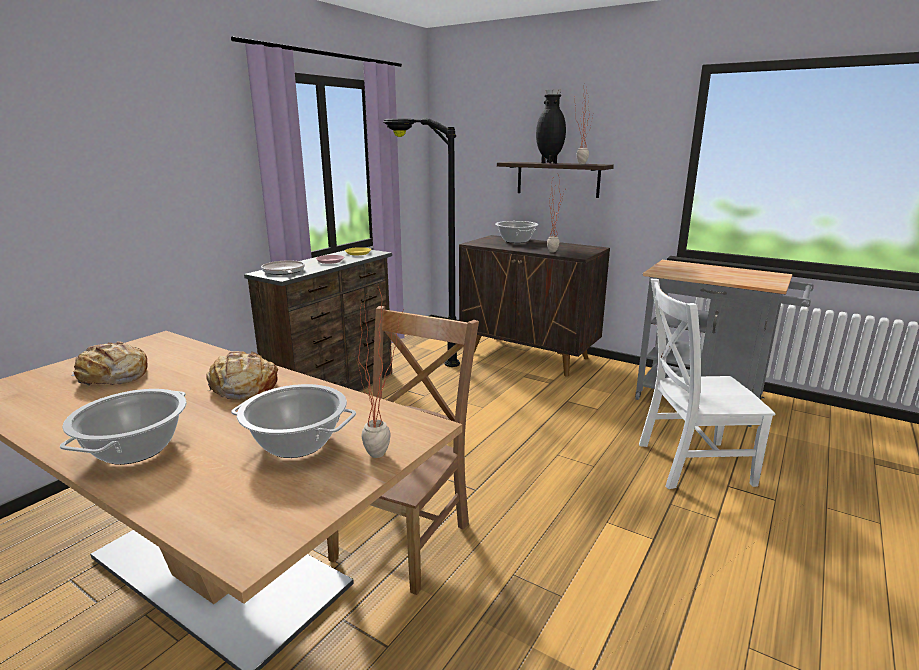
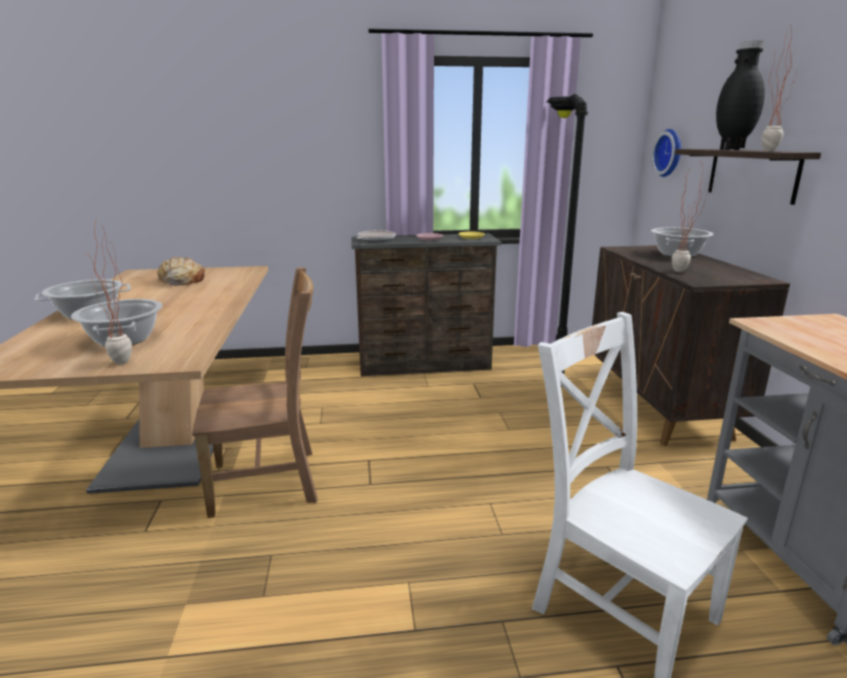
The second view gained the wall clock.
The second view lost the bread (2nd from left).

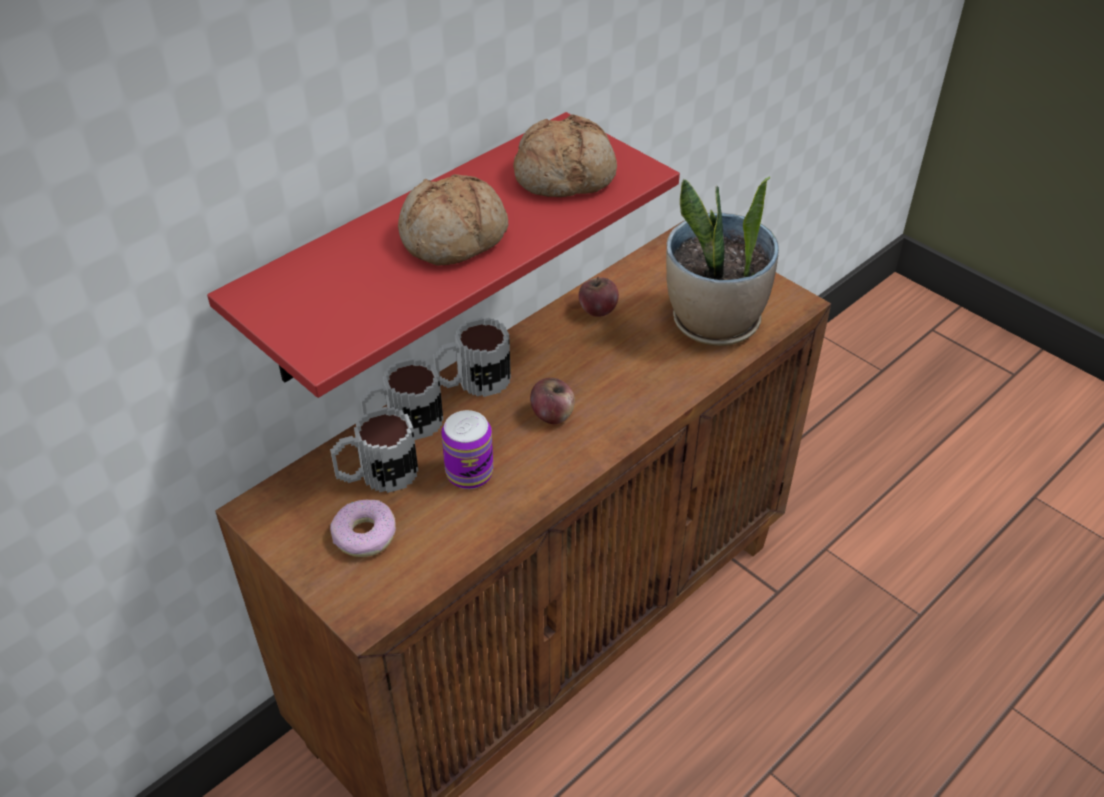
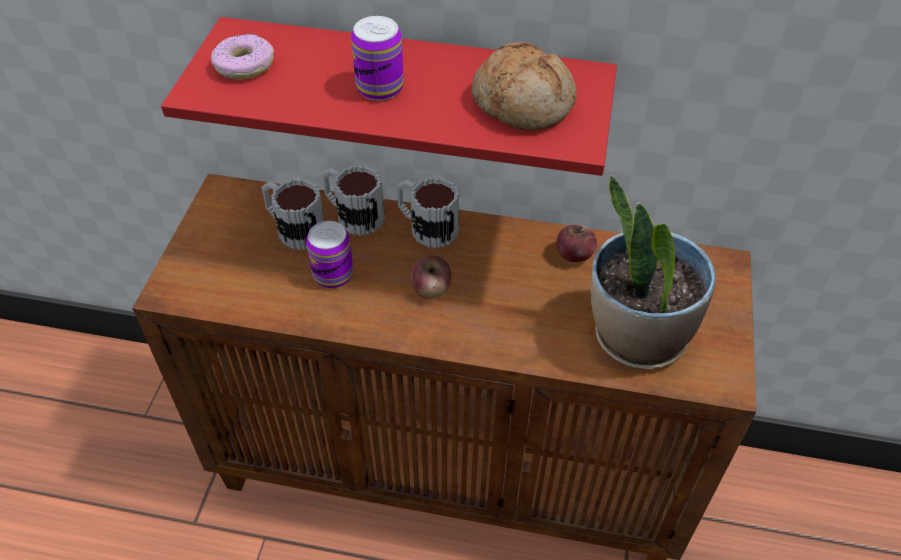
The donut ended up elsewhere.
Where the bread (1st from left) stood, the can (2nd from left) came to stand.

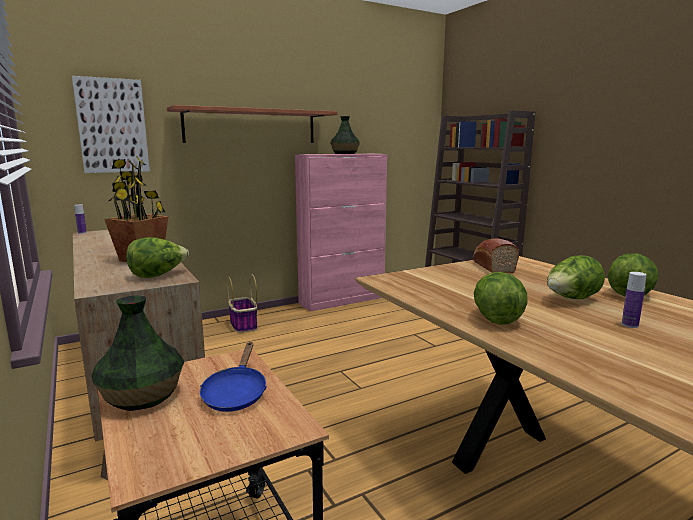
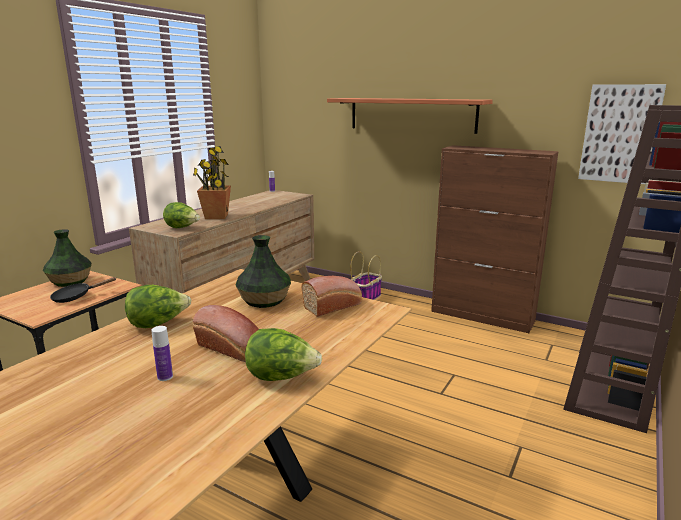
What was the frying pan in blue turned into the frying pan in black.
Where the lettuce (3rd from left) stood, the bread (1st from left) came to stand.
The vase (2nd from left) ended up elsewhere.
What was the cabinet in pink turned into the cabinet in brown.
The picture ended up elsewhere.

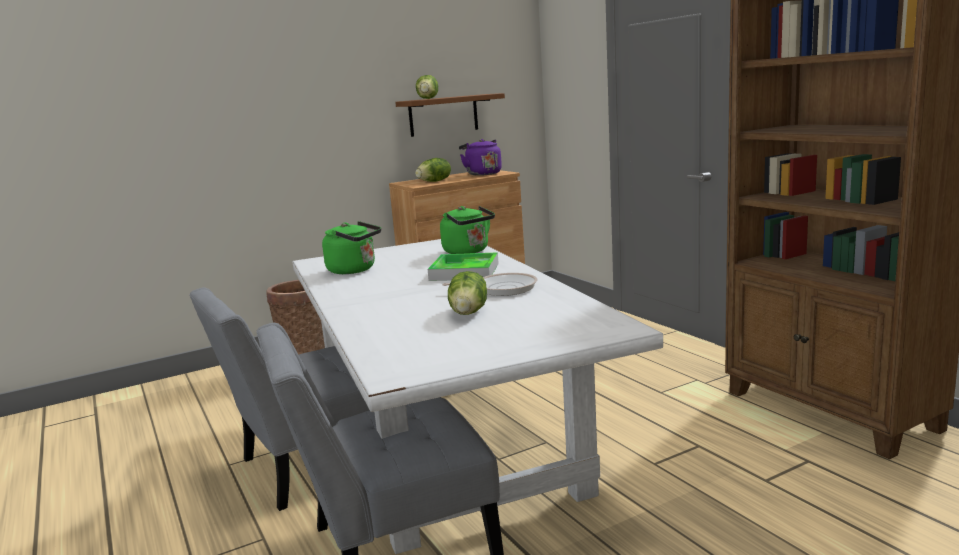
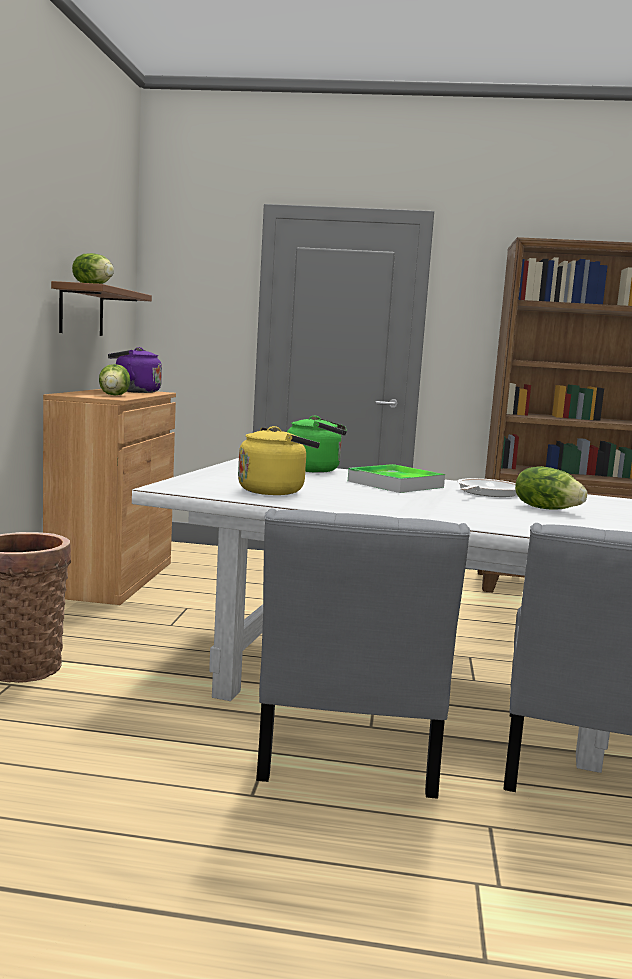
What was the kettle in green (1st from left) turned into the kettle in yellow.

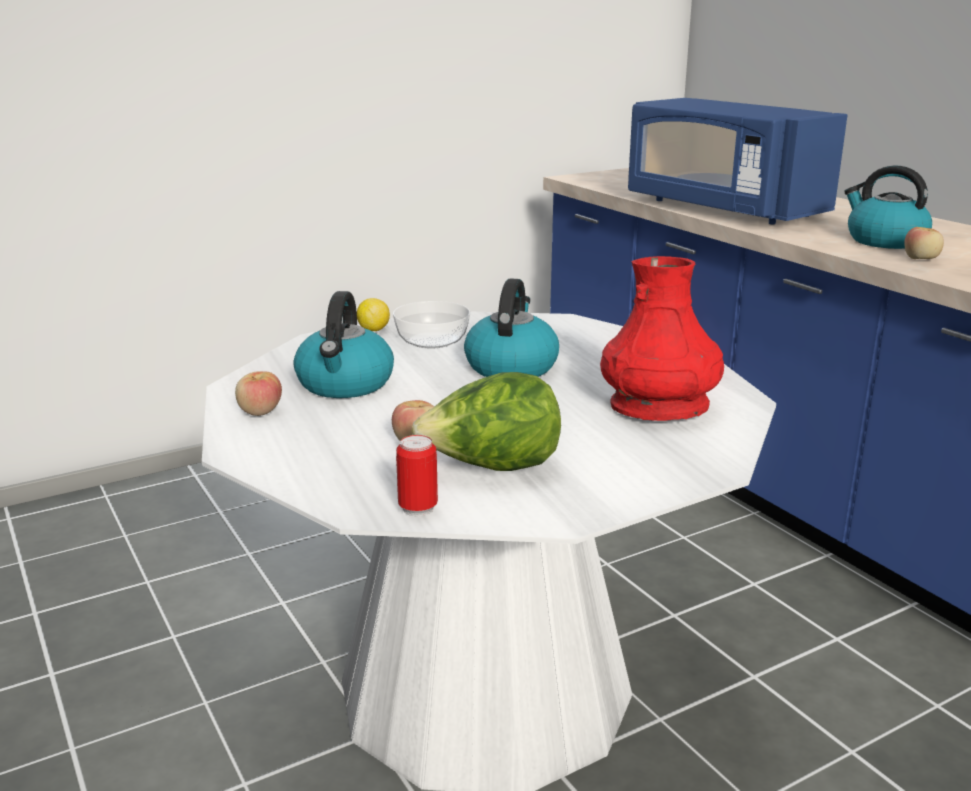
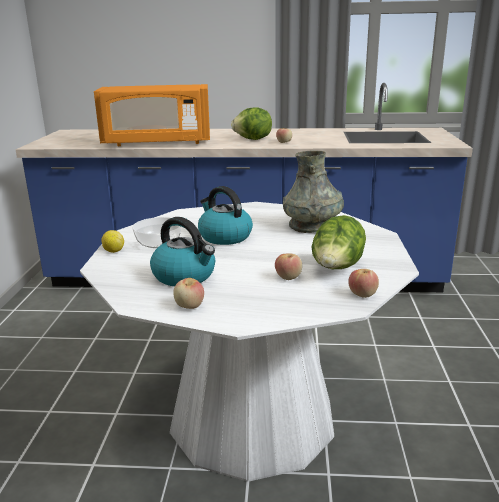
What was the microwave in blue turned into the microwave in orange.
Where the kettle (3rd from left) stood, the lettuce (1st from left) came to stand.
What was the vase in red turned into the vase in grey.
Where the can stood, the apple (4th from left) came to stand.

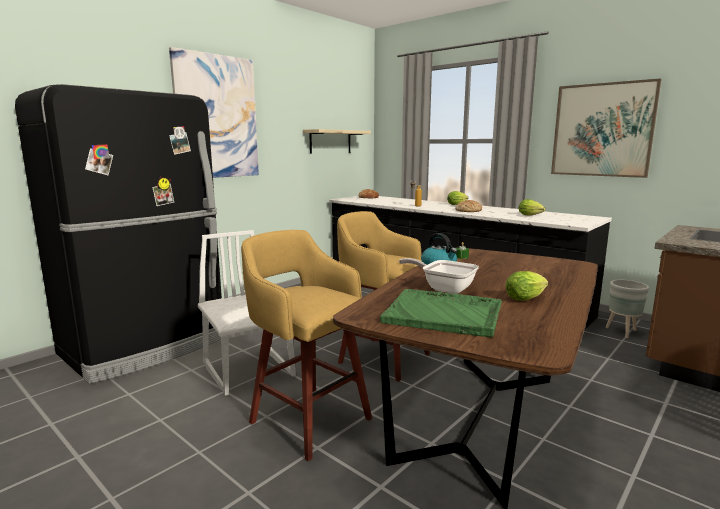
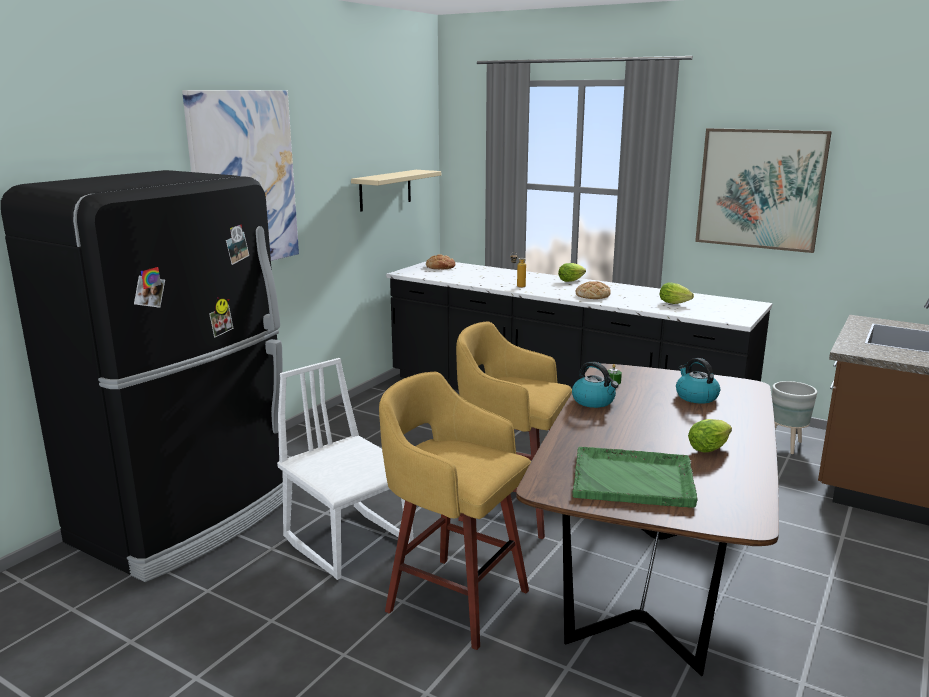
The second view gained the kettle (2nd from left).
The second view lost the frying pan.

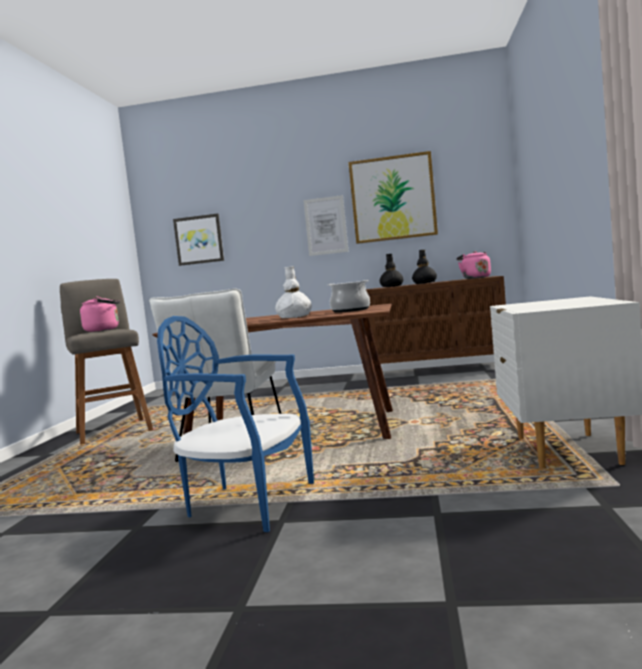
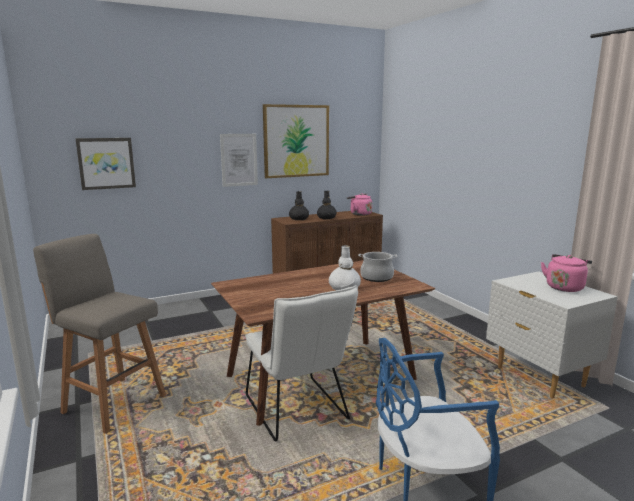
The kettle in pink (1st from left in the first image) ended up elsewhere.

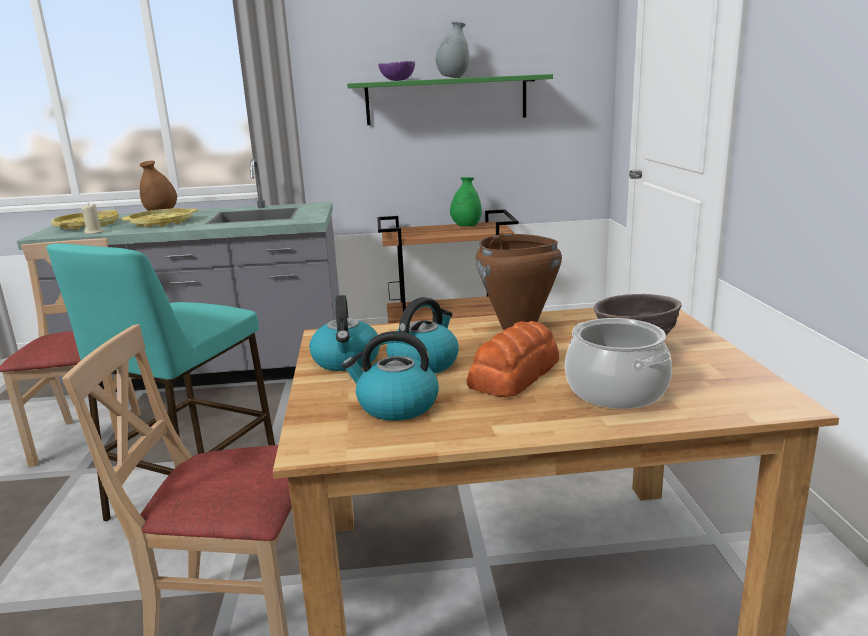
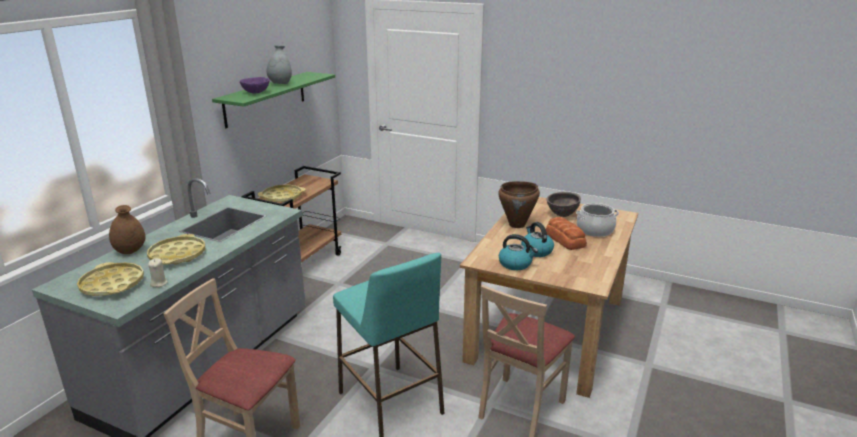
The second view gained the tray in yellow (3rd from left).
The second view lost the kettle (2nd from left).
The second view lost the vase in green.

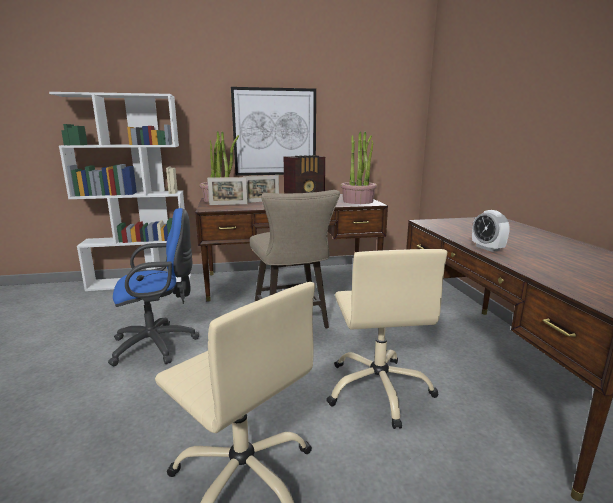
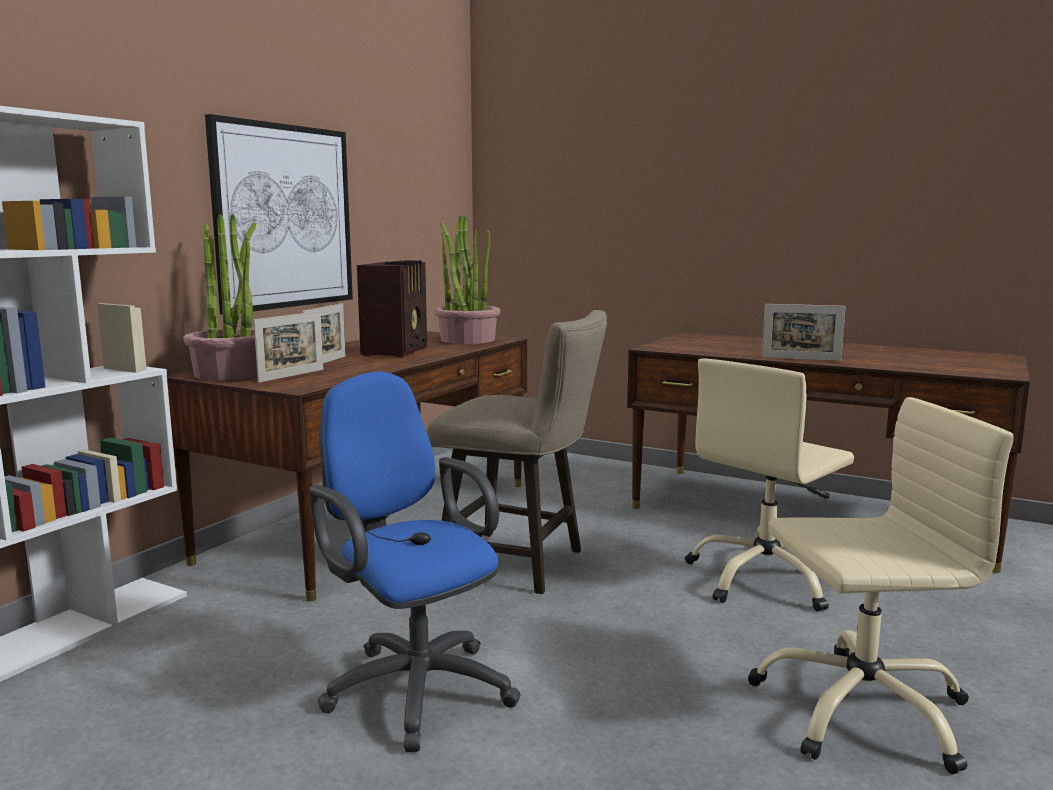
The office chair in blue ended up facing another way, 60 degrees counterclockwise from before.
The office chair in beige (2nd from left in the first image) ended up facing another way, 105 degrees clockwise from before.
Where the alarm clock stood, the picture frame (3rd from left) came to stand.

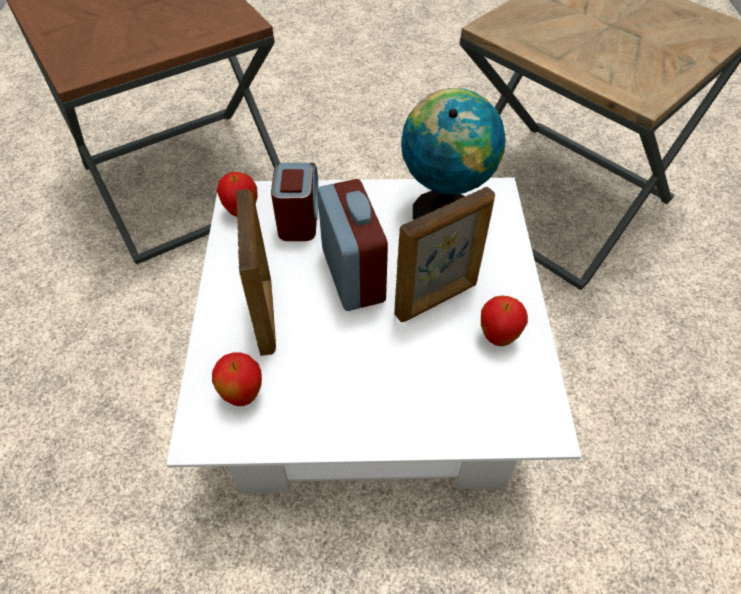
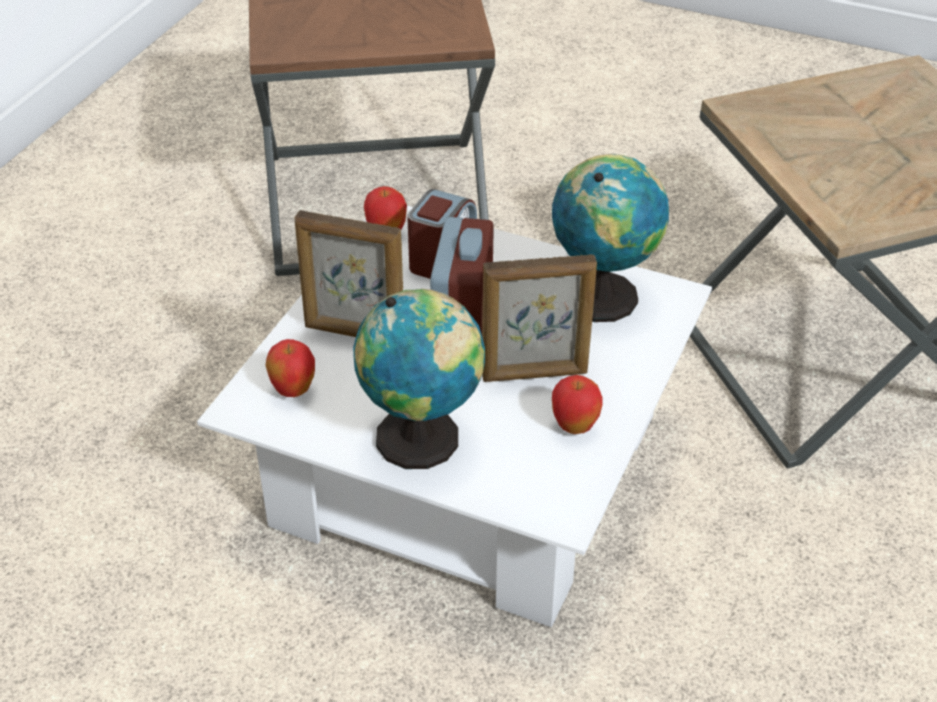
The picture frame (1st from left) ended up facing another way, 90 degrees clockwise from before.
The second view gained the globe (1st from left).

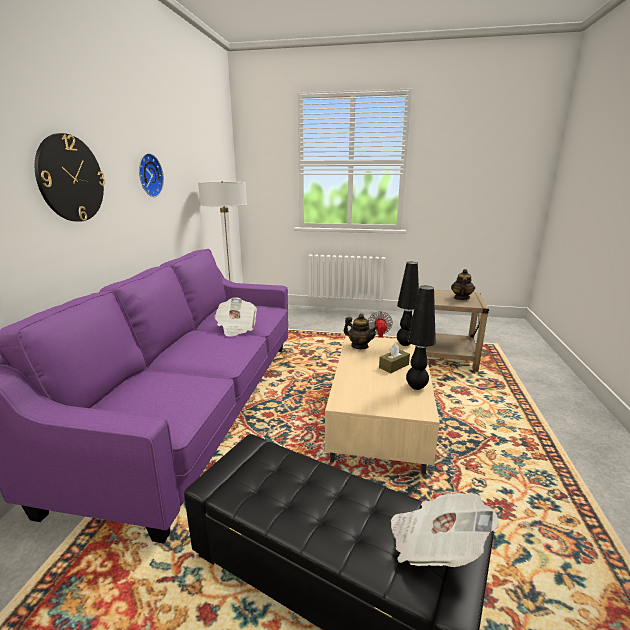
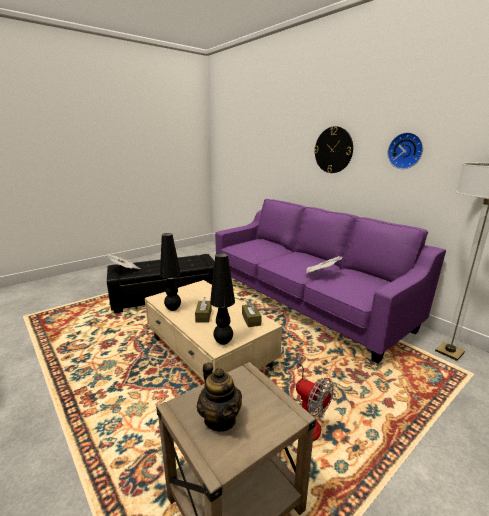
Where the teapot (1st from left) stood, the tissue box in brown (2nd from left) came to stand.

